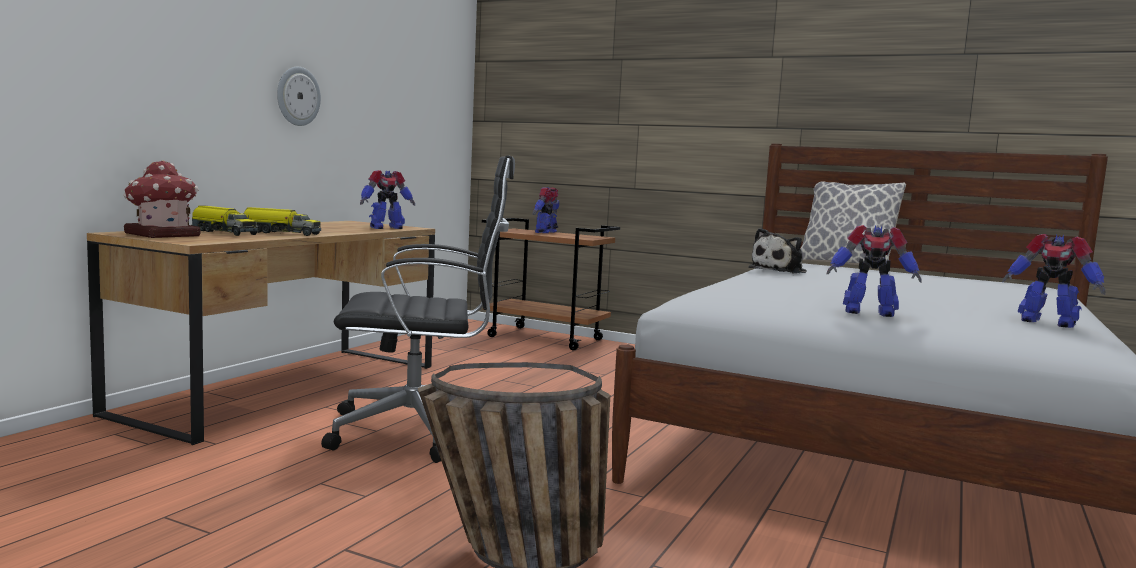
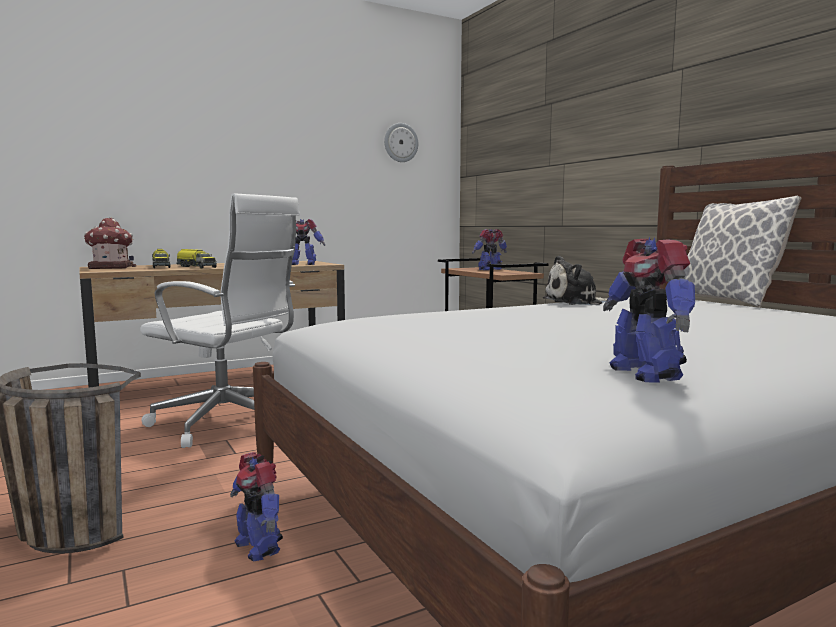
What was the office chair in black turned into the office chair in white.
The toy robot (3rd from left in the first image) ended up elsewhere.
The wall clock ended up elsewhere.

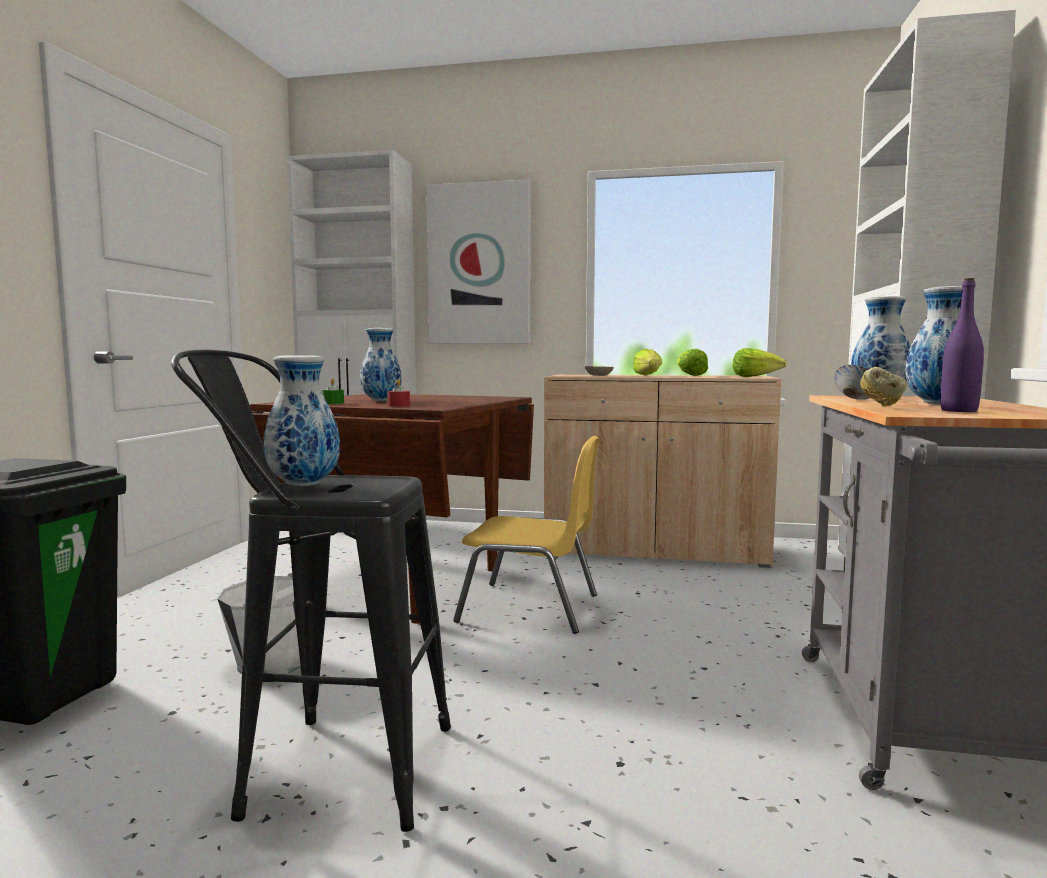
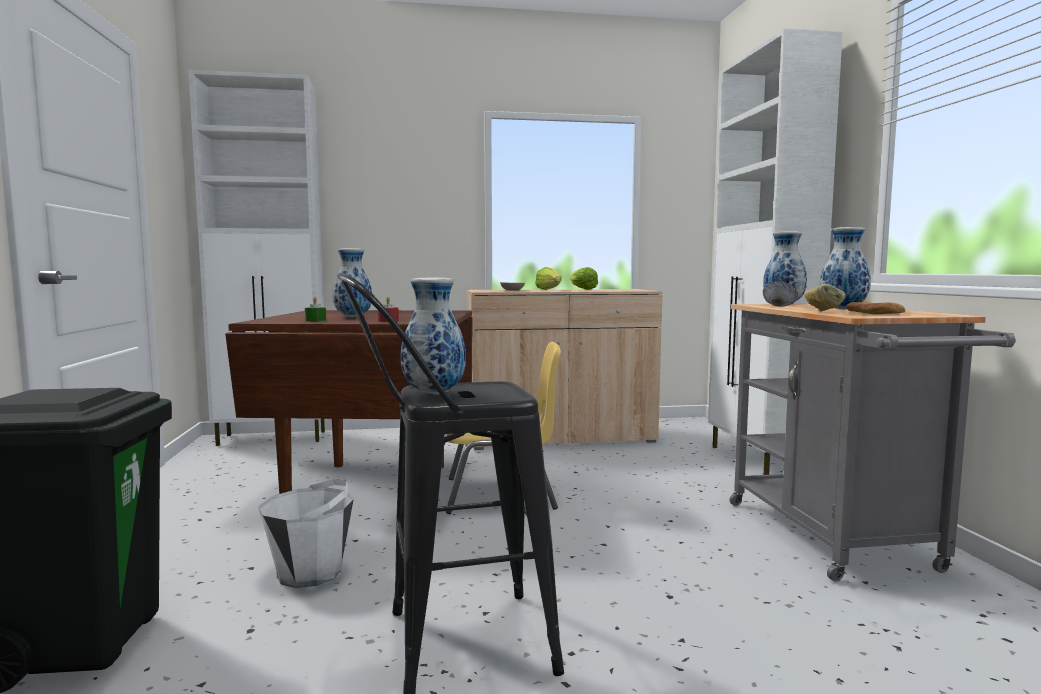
Where the bottle in purple stood, the bread (2nd from left) came to stand.
The second view lost the picture.
The second view lost the lettuce (3rd from left).

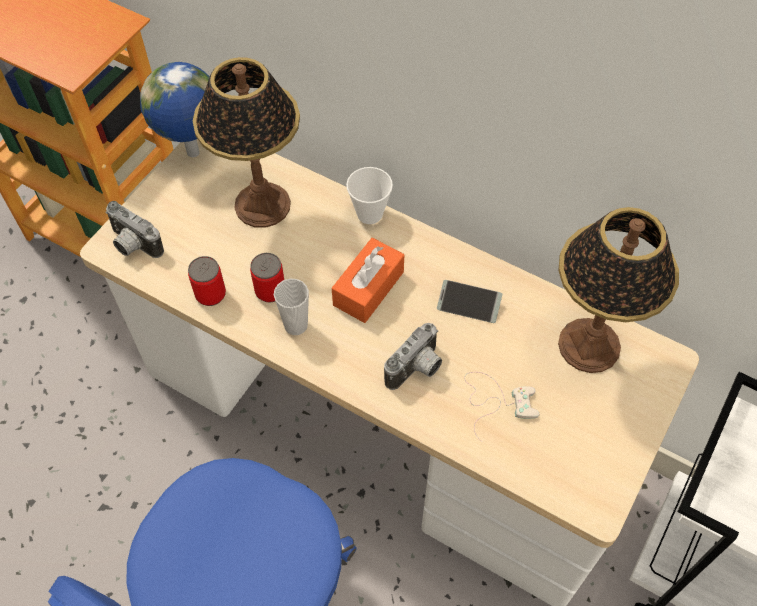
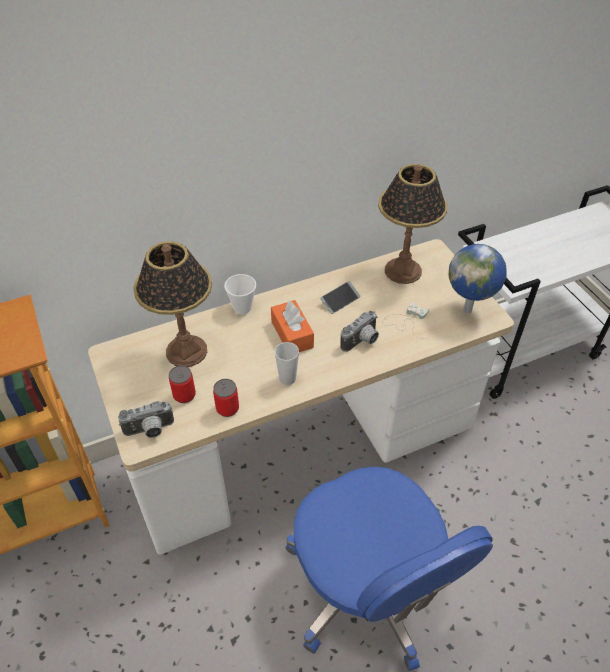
The can (2nd from left in the first image) ended up elsewhere.
The photo camera (2nd from left) ended up facing another way, 60 degrees clockwise from before.
The globe ended up elsewhere.

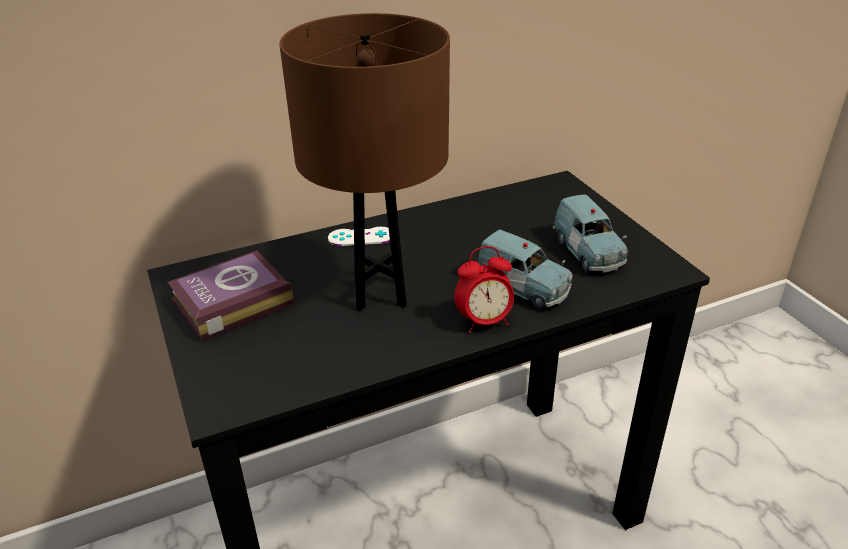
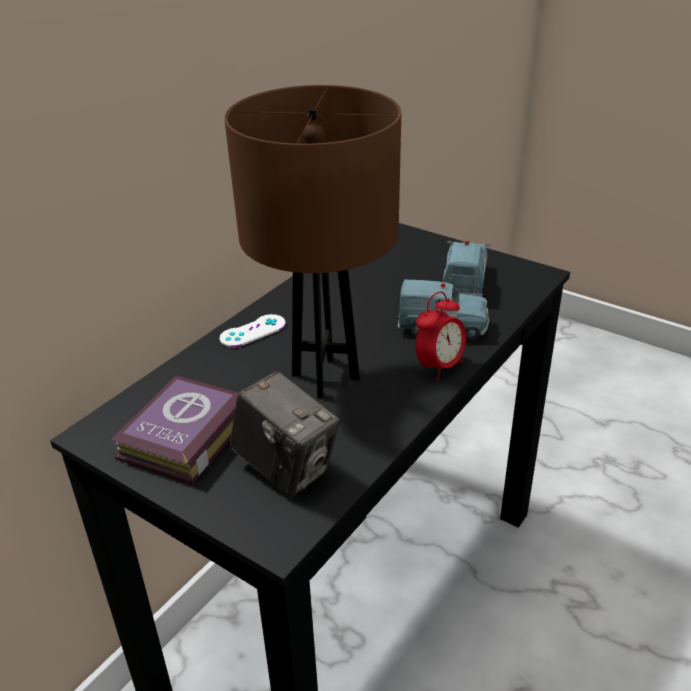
The second view gained the photo camera.
The toy car in blue (2nd from left) ended up facing another way, 120 degrees counterclockwise from before.

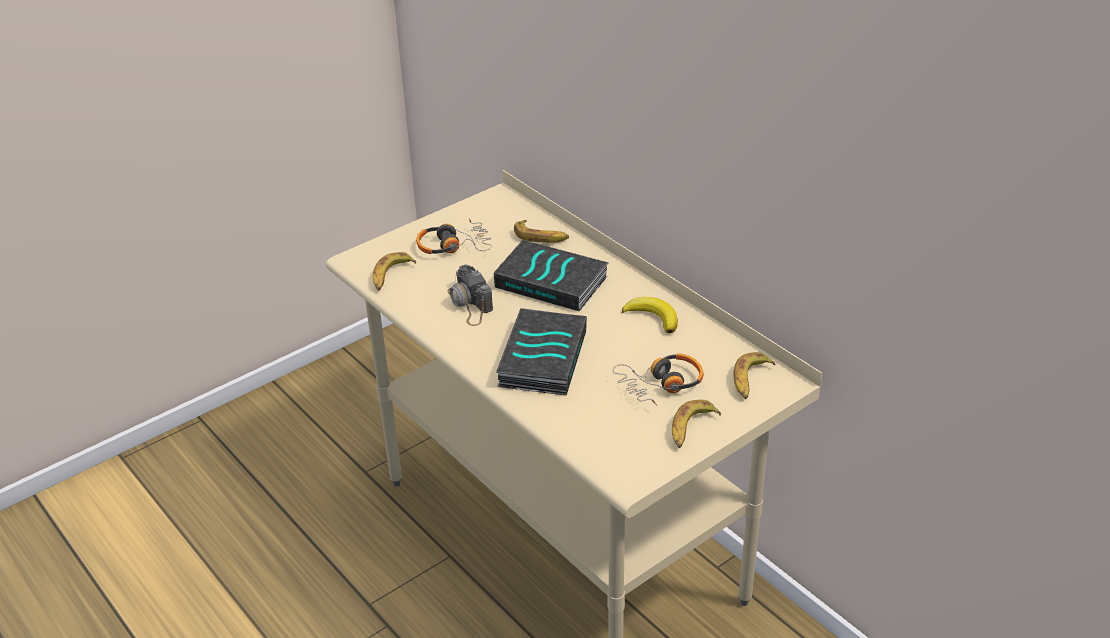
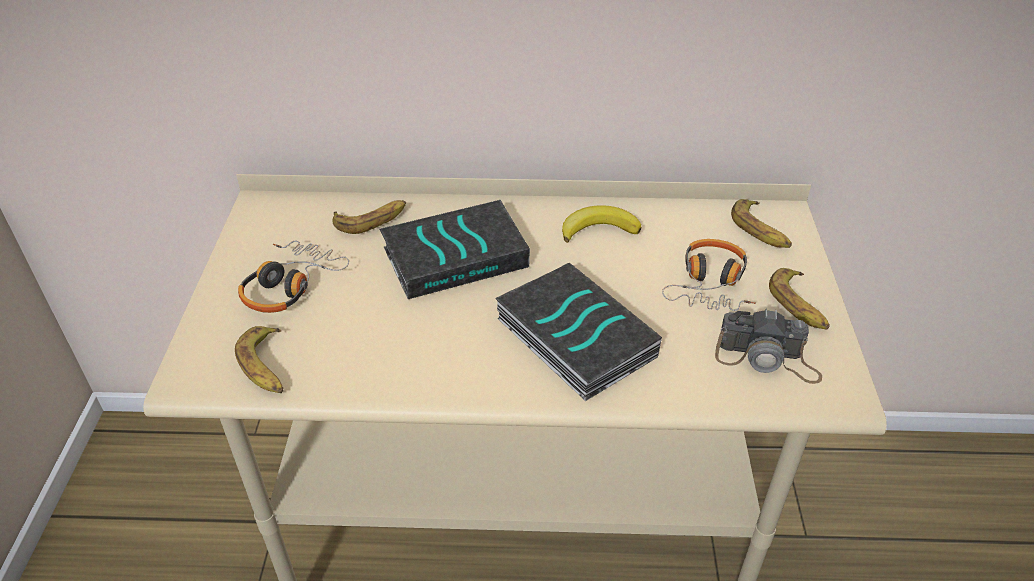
The photo camera ended up elsewhere.

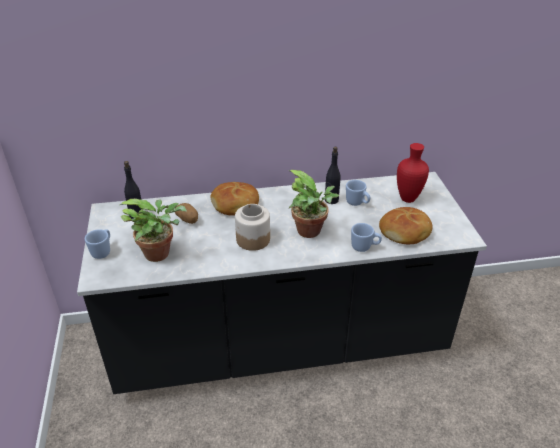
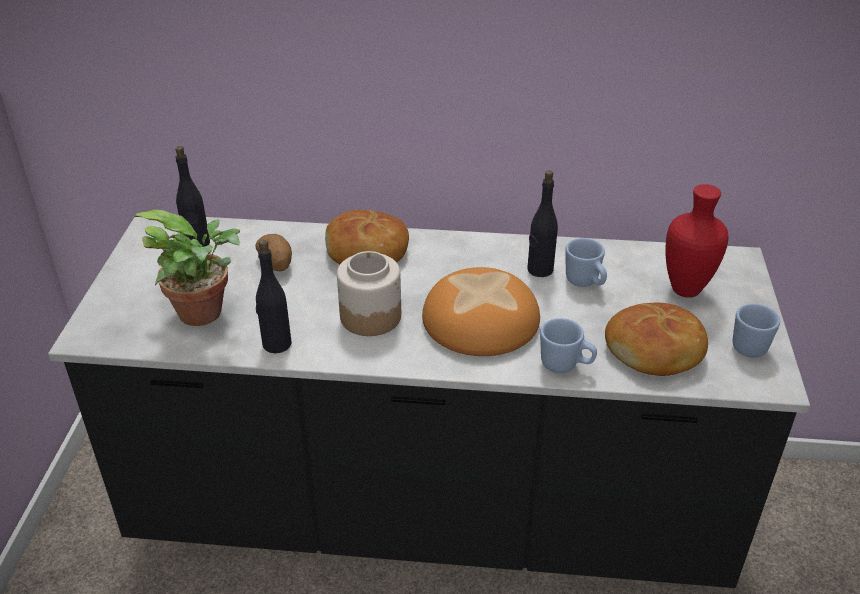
The second view gained the bottle in black (2nd from left).
Where the potted plant (2nd from left) stood, the bread (2nd from left) came to stand.
The mug in blue (1st from left in the first image) ended up elsewhere.

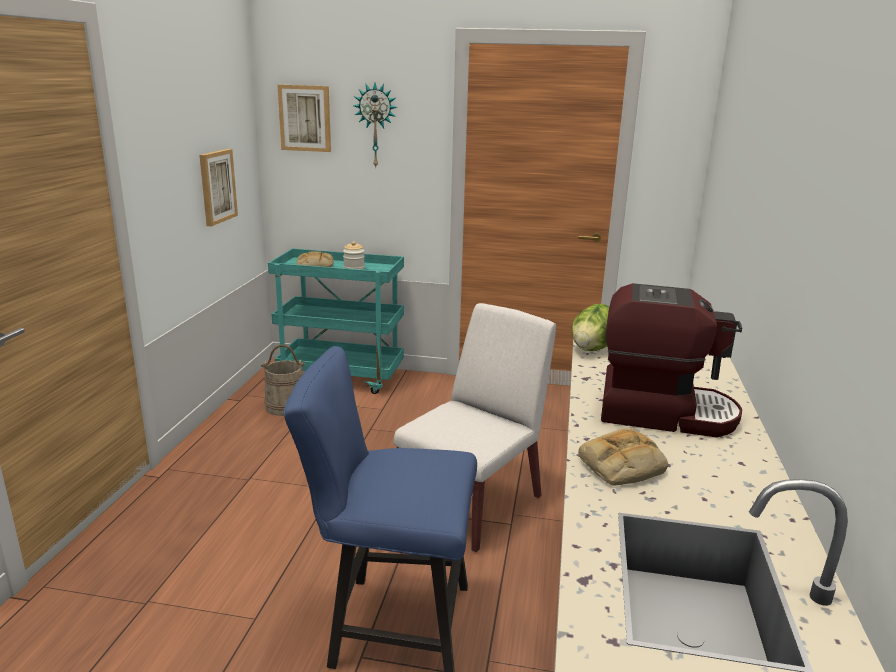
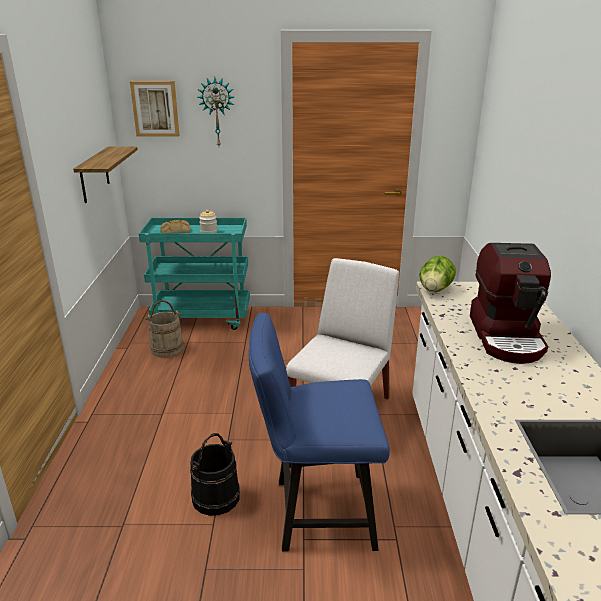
Where the picture (1st from left) hung, the shelf came to hang.
The second view gained the bucket in black.
The coffee machine ended up facing another way, 90 degrees clockwise from before.
The second view lost the bread (2nd from left).

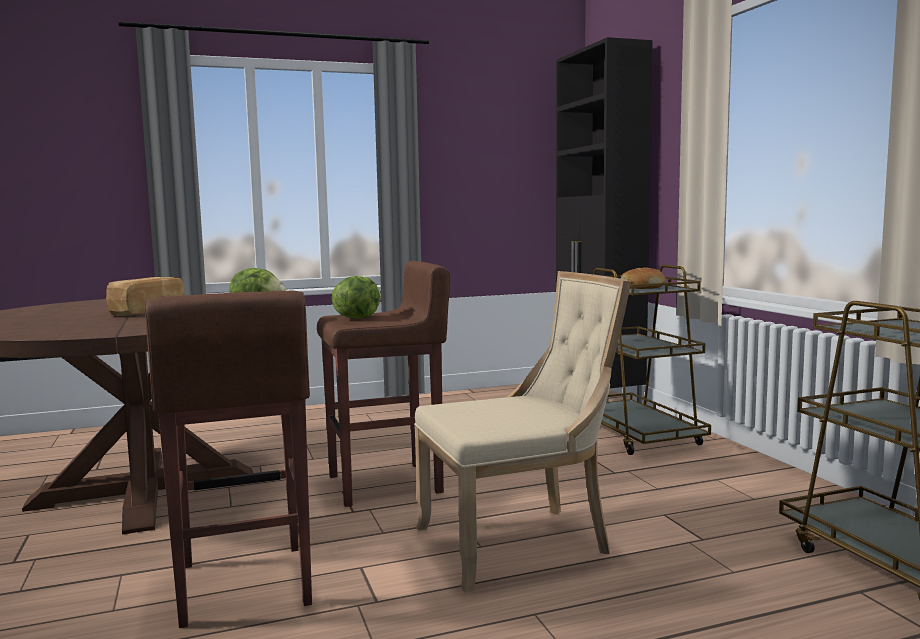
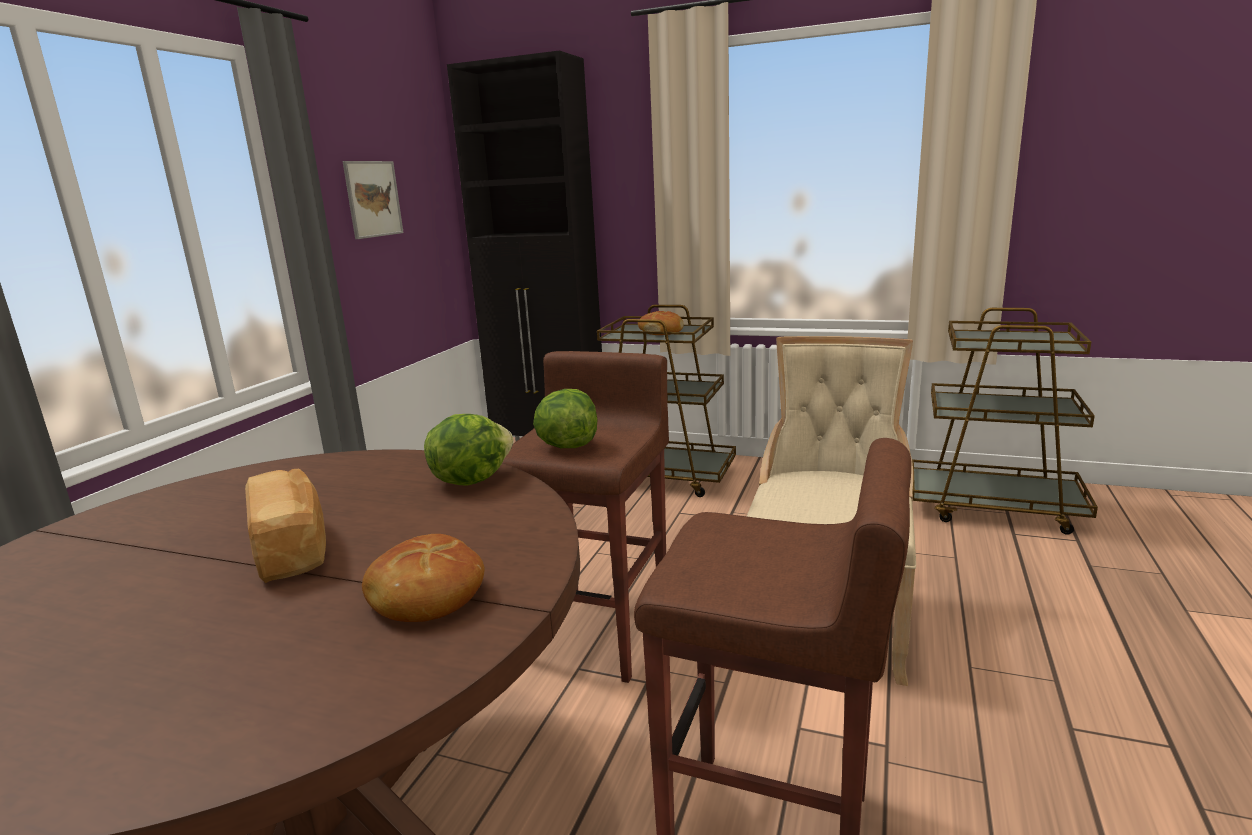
The second view gained the picture.
The second view gained the bread (2nd from left).

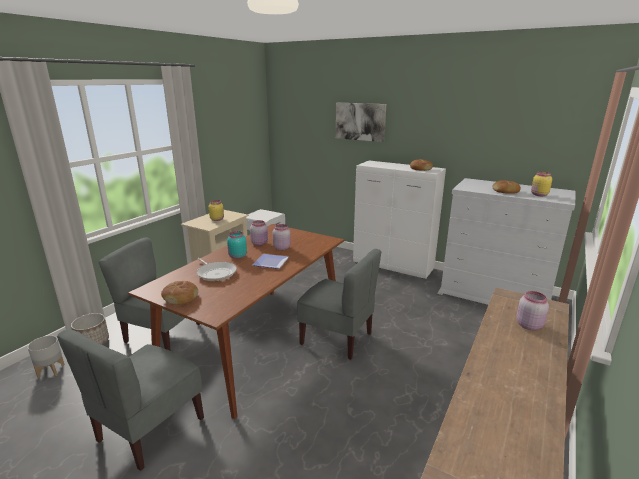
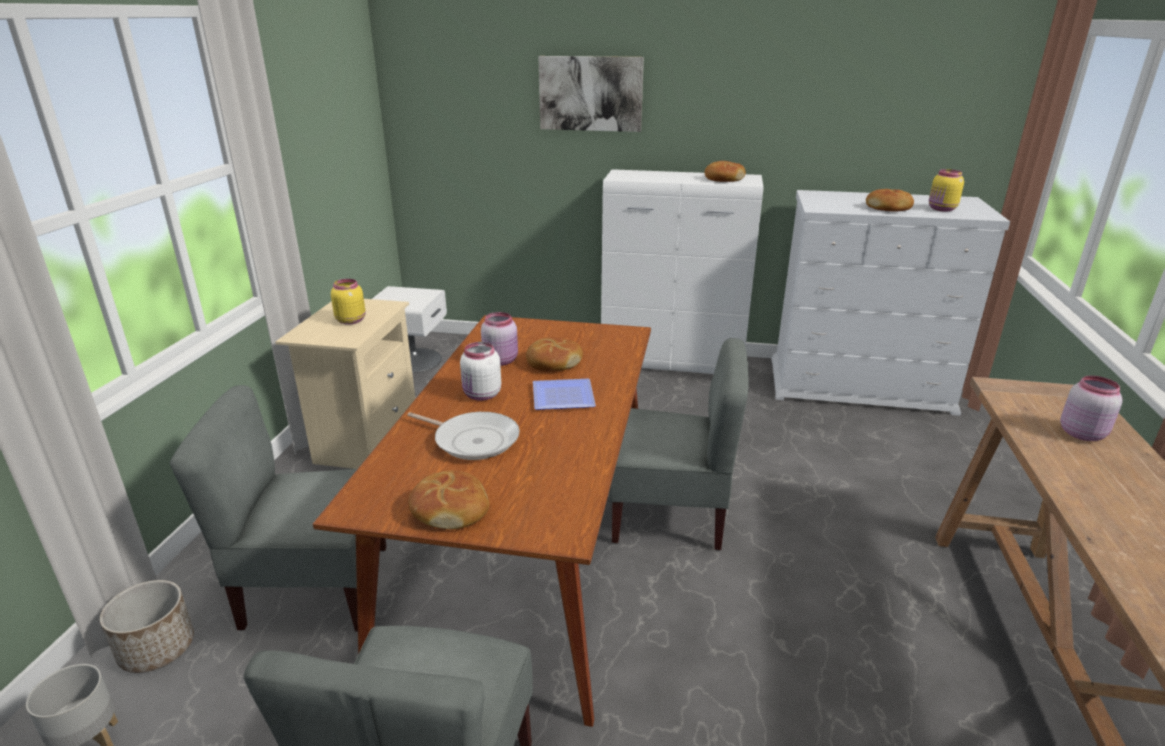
What was the jar in turquoise turned into the jar in white.
Where the jar in pink (2nd from left) stood, the bread (2nd from left) came to stand.

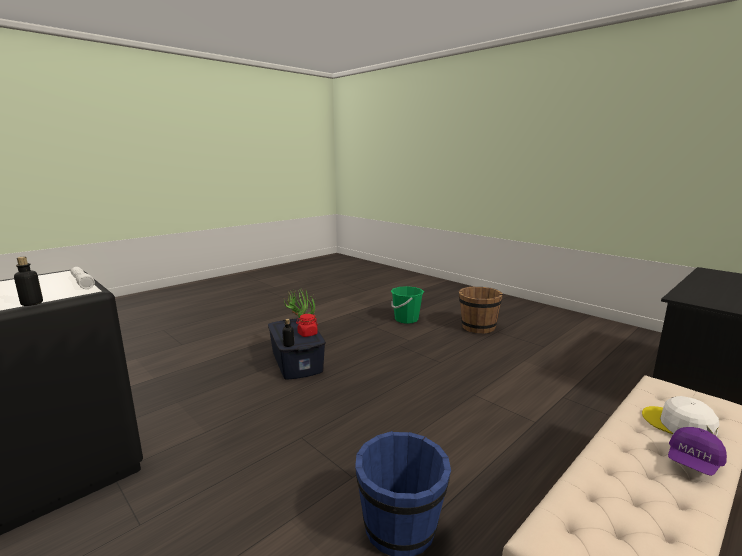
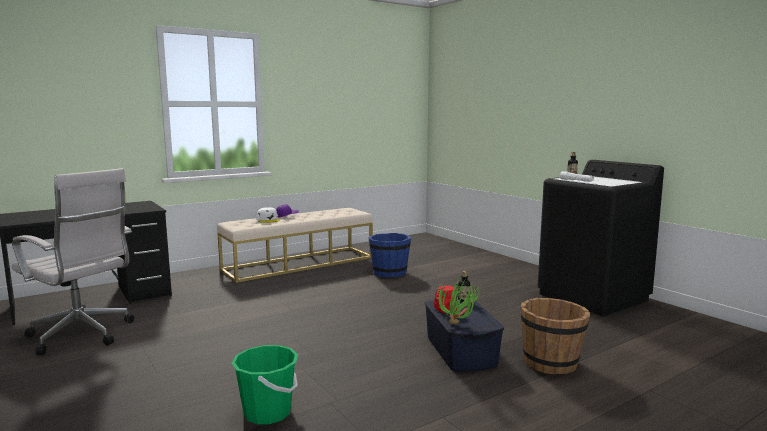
The second view gained the office chair in white.
The bucket in brown ended up elsewhere.

